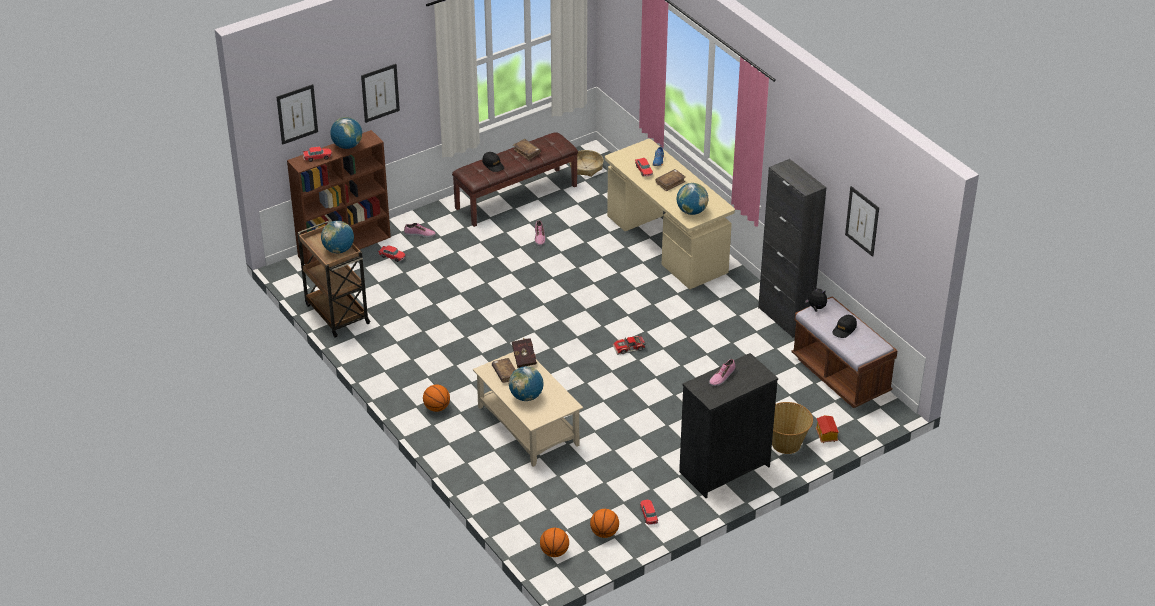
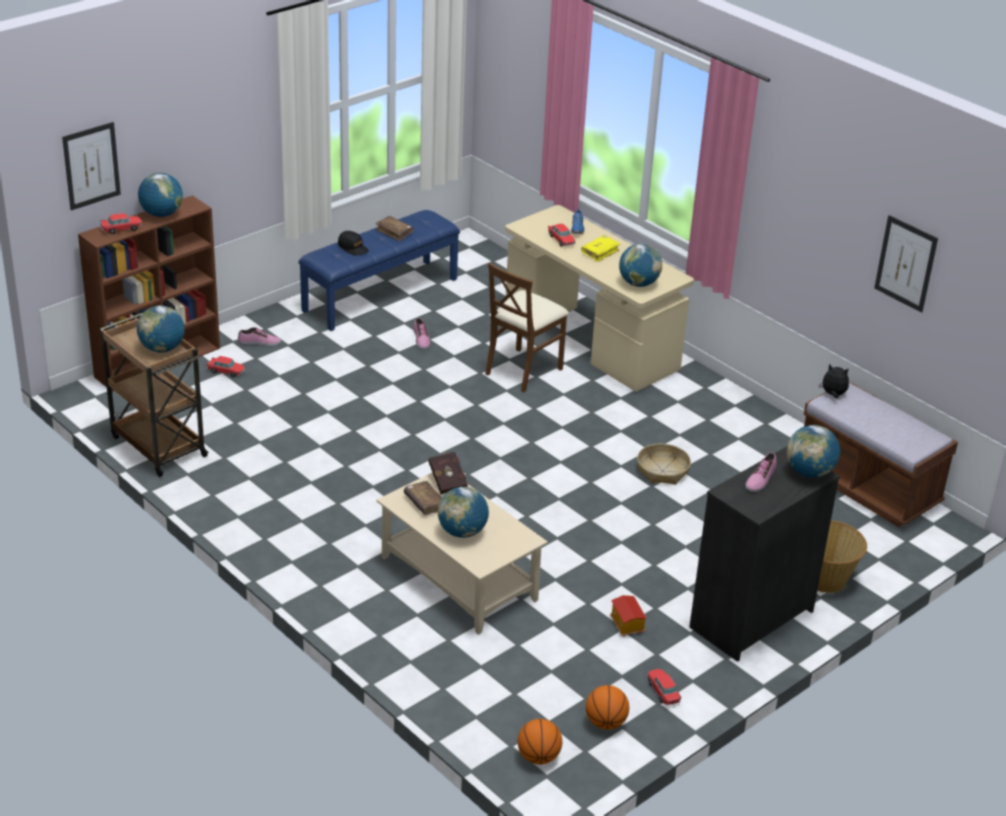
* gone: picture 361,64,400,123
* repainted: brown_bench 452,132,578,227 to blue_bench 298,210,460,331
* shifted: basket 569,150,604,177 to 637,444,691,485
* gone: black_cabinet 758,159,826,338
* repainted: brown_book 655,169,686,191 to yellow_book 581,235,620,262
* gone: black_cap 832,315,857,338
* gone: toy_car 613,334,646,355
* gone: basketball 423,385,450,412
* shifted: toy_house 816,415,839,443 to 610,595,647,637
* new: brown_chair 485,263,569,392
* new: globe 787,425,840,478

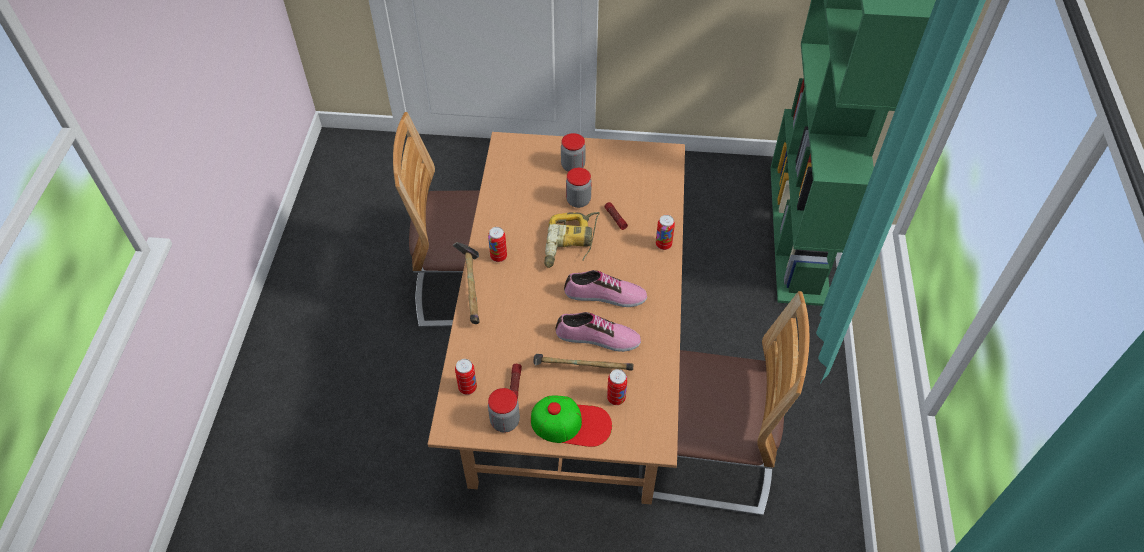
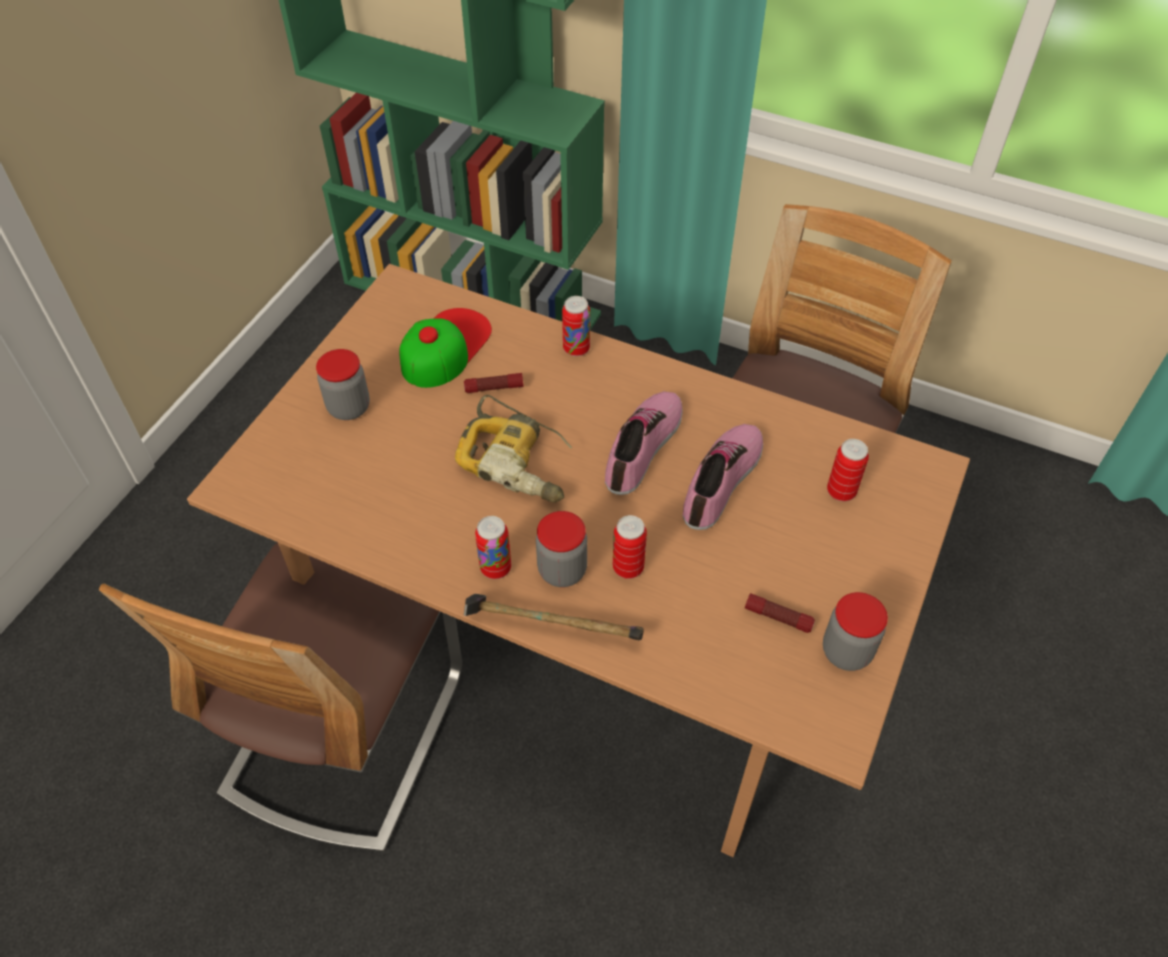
* shifted: jar 566,168,592,208 to 536,511,587,587
* gone: hammer 533,354,634,371
* shifted: can 455,359,477,395 to 613,515,647,579
* shifted: cap 531,396,612,447 to 399,308,492,388

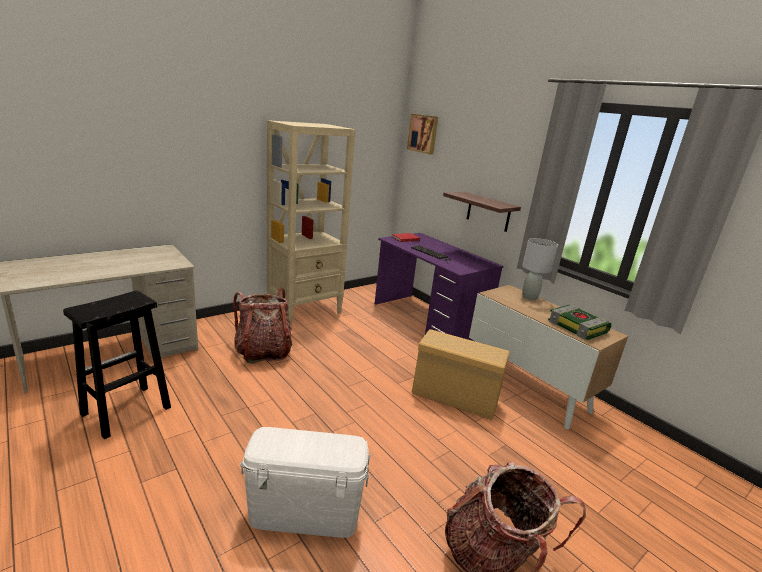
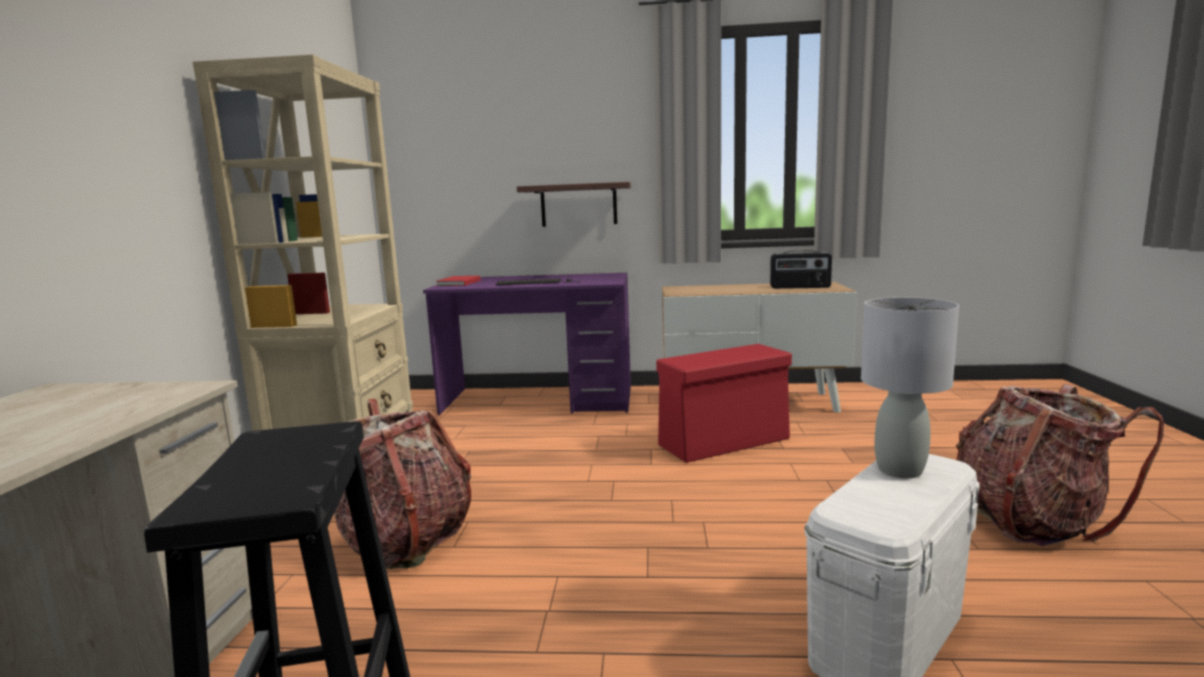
* gone: picture 407,114,438,154
* shifted: grey_table_lamp 522,238,558,301 to 861,297,959,479
* swapped: book 548,305,611,340 to radio 770,250,832,289
* repainted: beige_storage_box 412,329,510,420 to red_storage_box 656,344,792,463

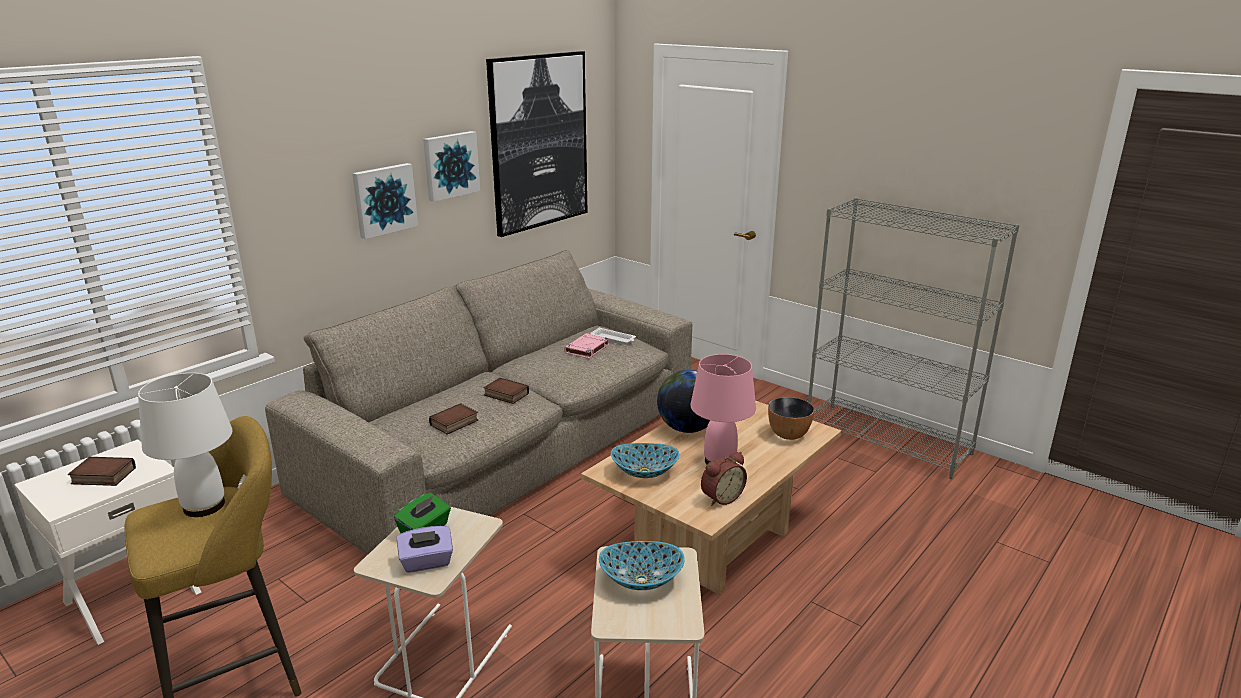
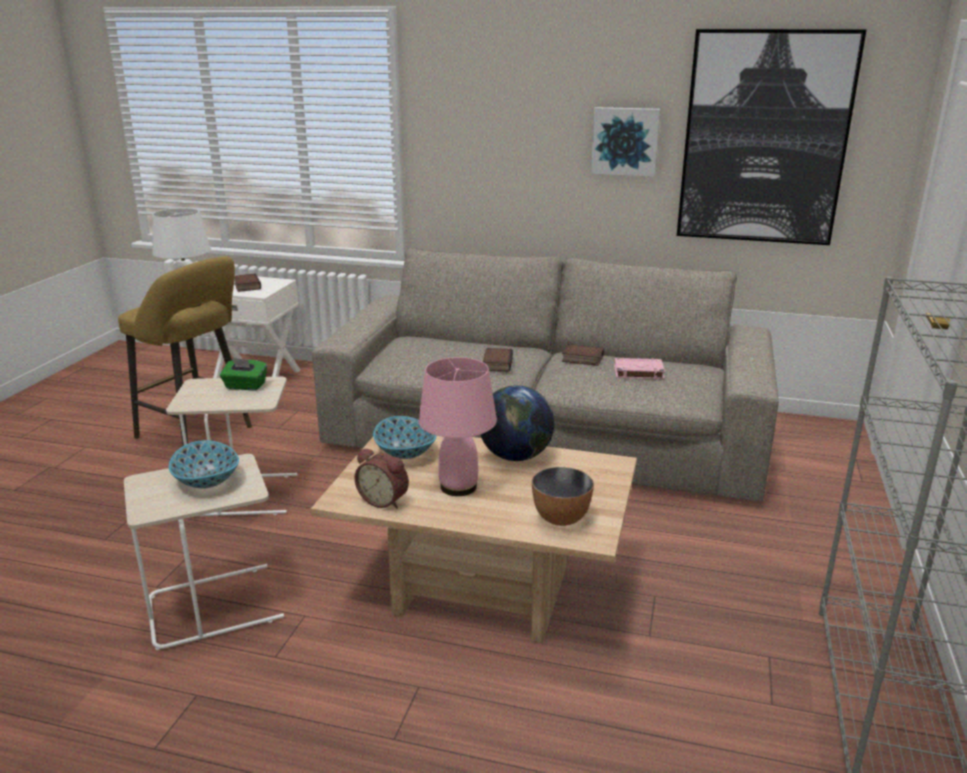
* gone: picture 352,163,418,239
* gone: white_tray 590,327,636,345
* shifted: book 429,403,478,434 to 562,344,604,366
* gone: purple_tissue_box 396,526,453,573

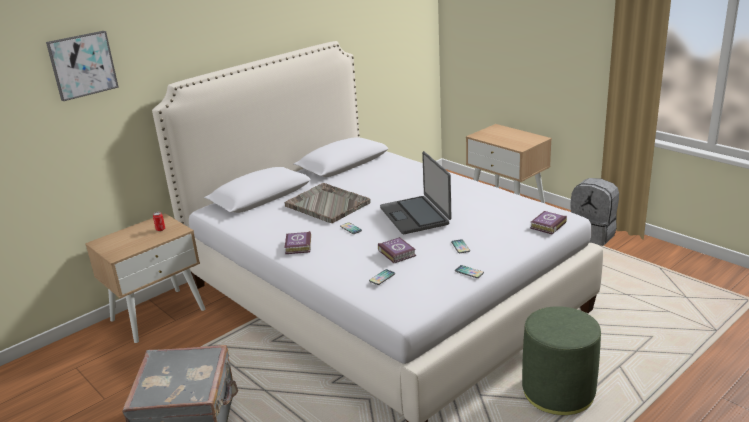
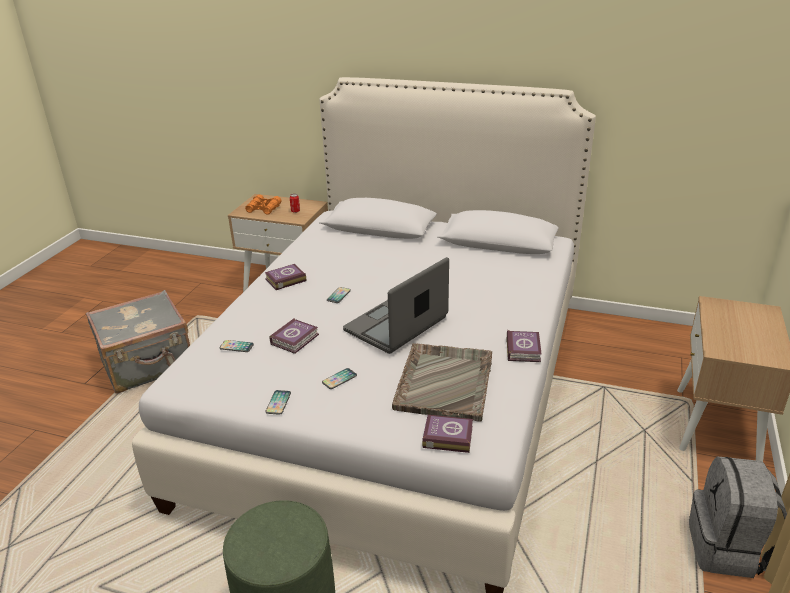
* gone: picture 46,31,119,101
* shifted: grey_tray 285,183,370,223 to 392,343,492,422
* new: orange_binoculars 245,194,281,215
* new: book 506,330,542,362

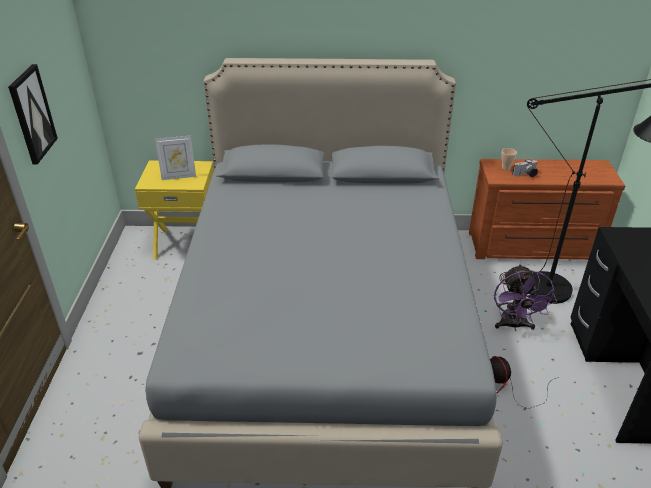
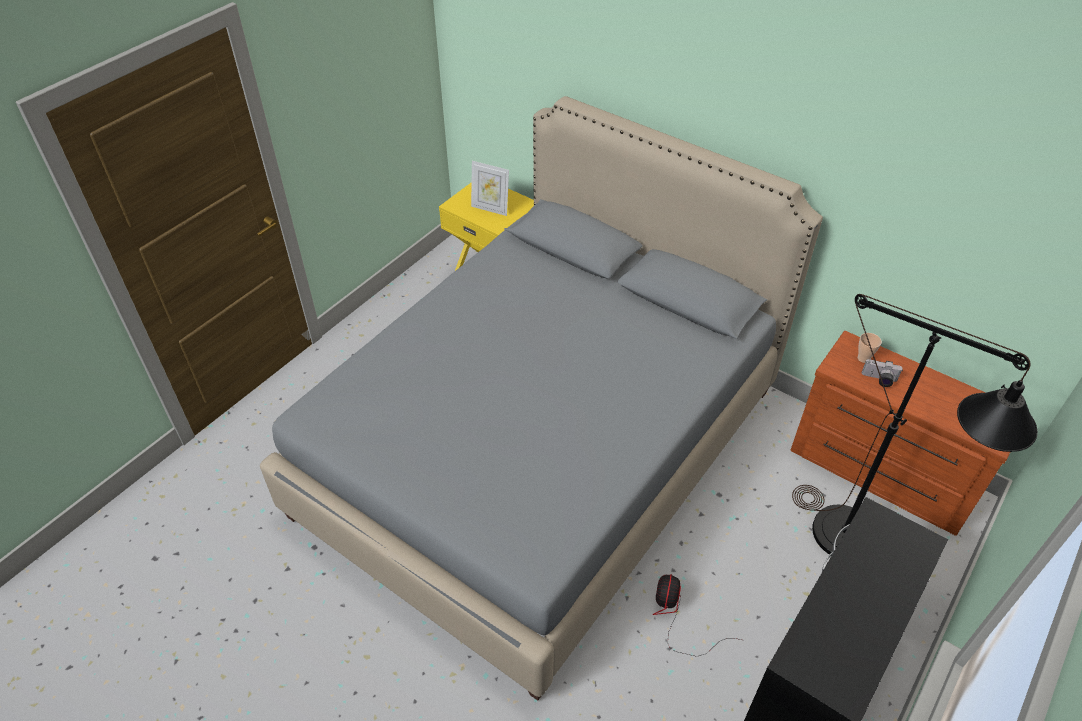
* gone: picture 8,64,58,164
* gone: purple_fan 494,264,557,331

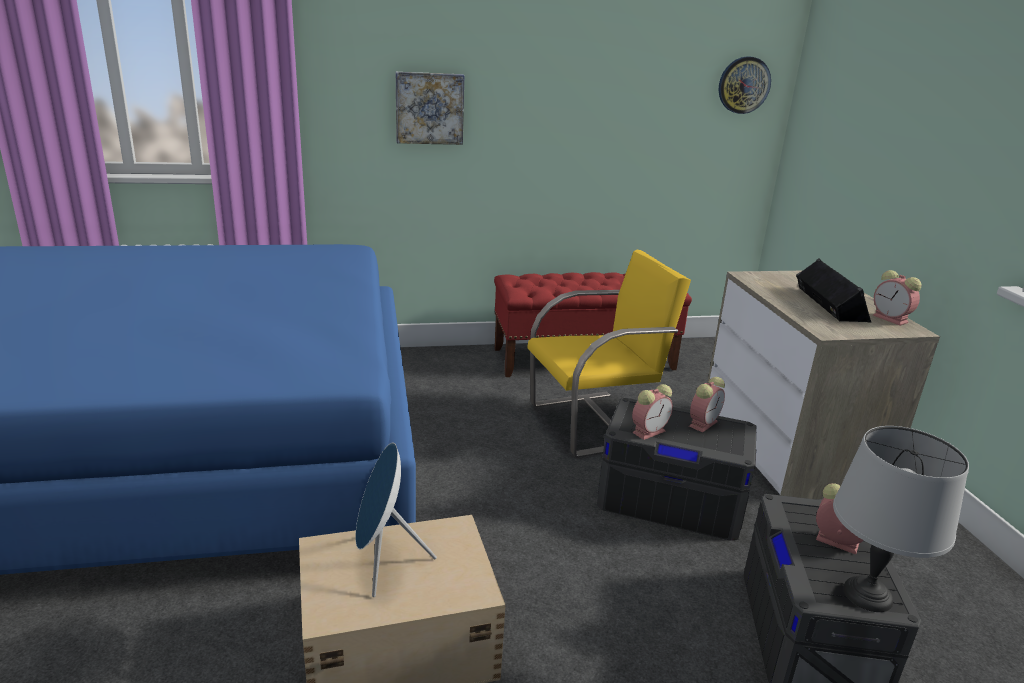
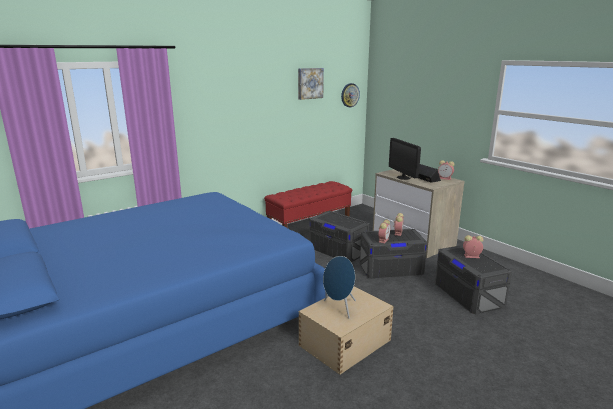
* shifted: picture 396,72,465,145 to 298,68,324,100
* swapped: yellow_chair 527,249,691,458 to grey_storage_box 309,211,369,262
* gone: grey_table_lamp 833,426,969,612
* new: monitor 389,138,421,180

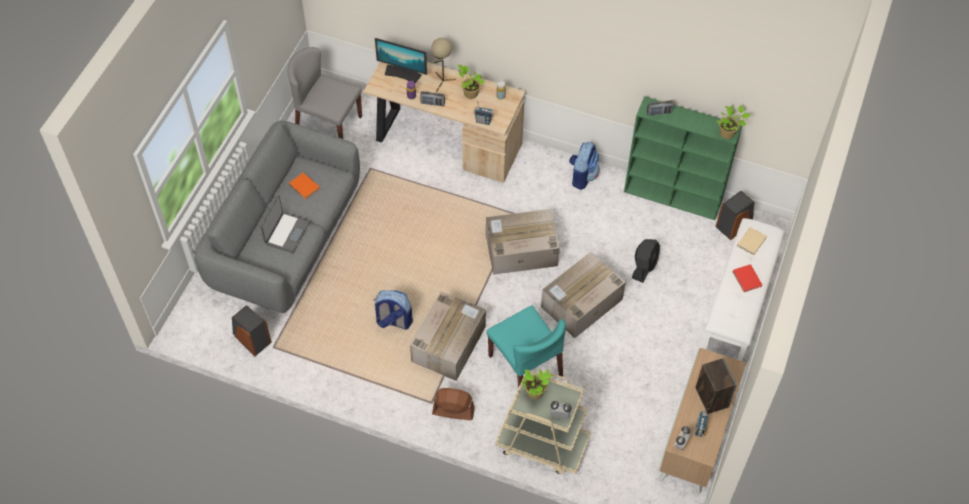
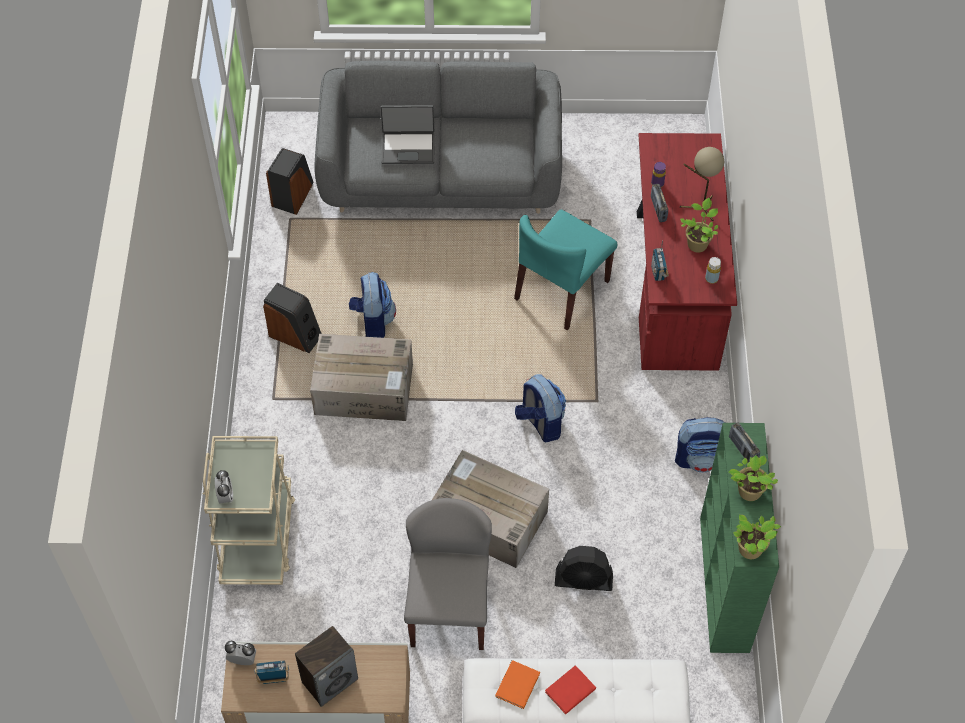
* gone: monitor 375,38,427,83
* shifted: grey_chair 288,47,362,139 to 404,498,492,650
* repainted: beige_desk 363,62,526,183 to red_desk 637,133,737,371
* shifted: orange_book 289,173,320,199 to 495,660,540,709
* shifted: speaker 716,191,755,240 to 263,283,322,353
* swapped: cardboard_box 486,209,560,275 to backpack 515,374,566,442
* gone: beige_book 737,227,767,255
* shifted: turquoise_chair 487,306,566,388 to 514,210,617,330
* shifted: potted_plant 521,369,552,399 to 729,455,778,501
* gone: brown_fan 432,388,475,420

